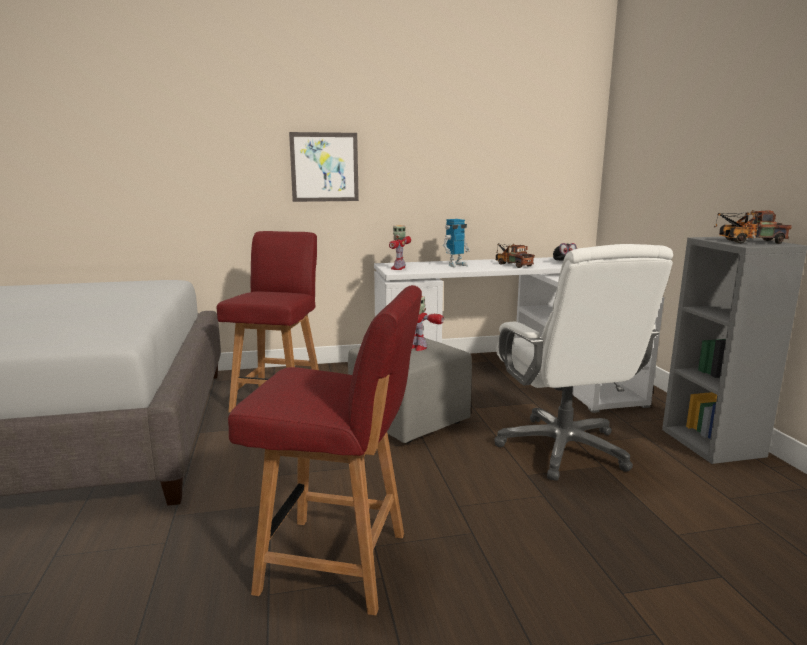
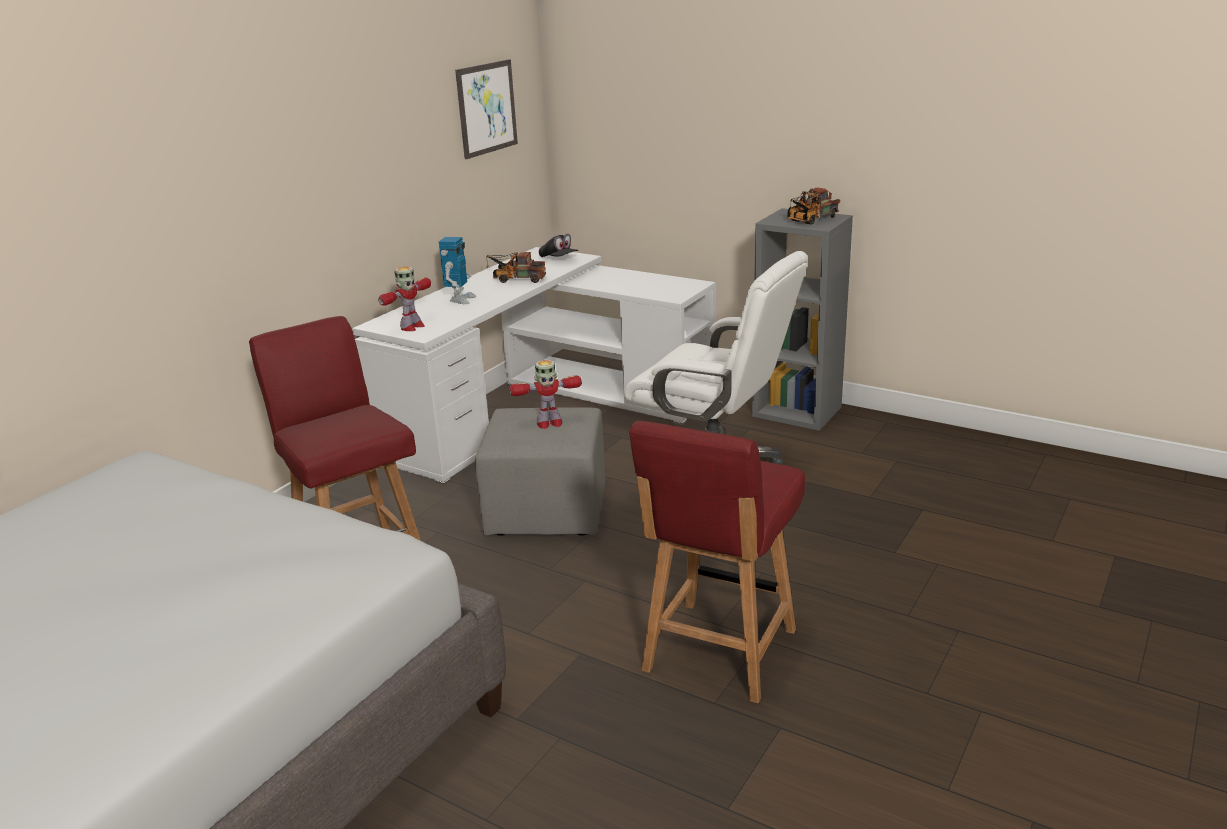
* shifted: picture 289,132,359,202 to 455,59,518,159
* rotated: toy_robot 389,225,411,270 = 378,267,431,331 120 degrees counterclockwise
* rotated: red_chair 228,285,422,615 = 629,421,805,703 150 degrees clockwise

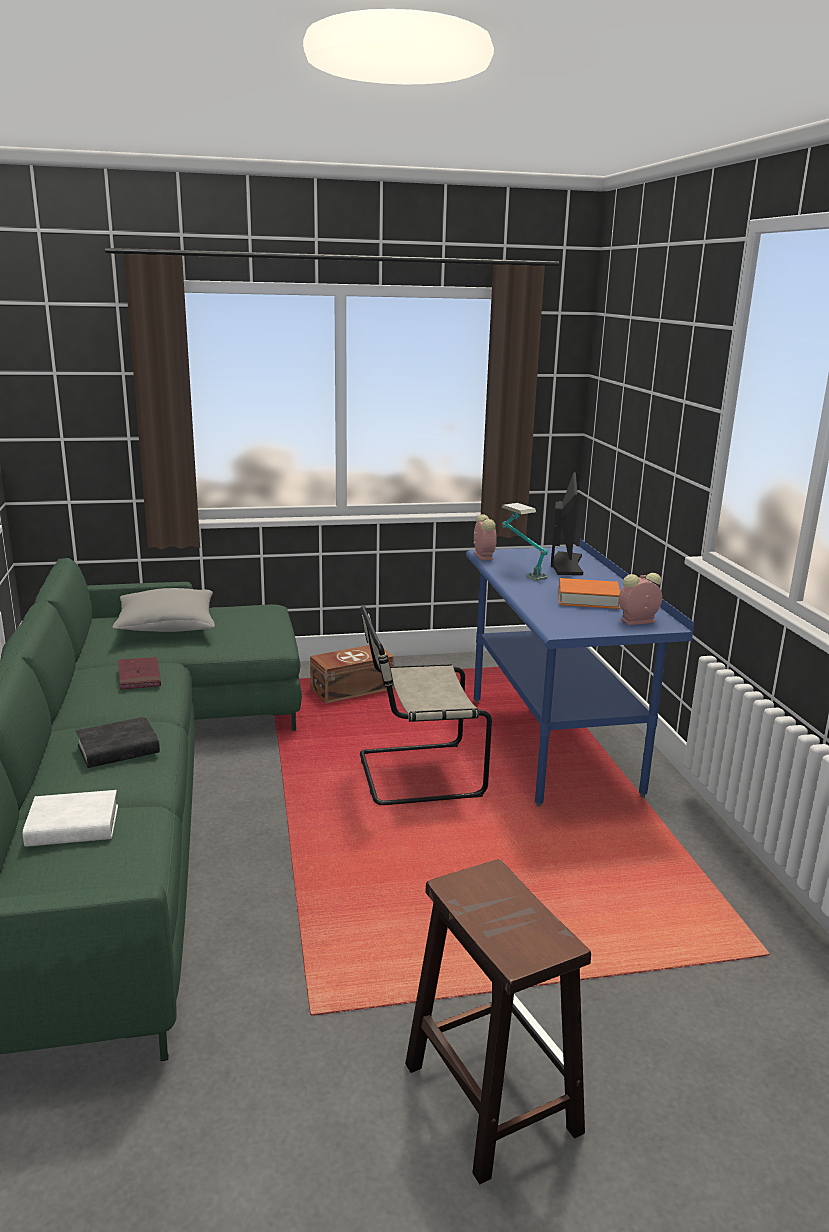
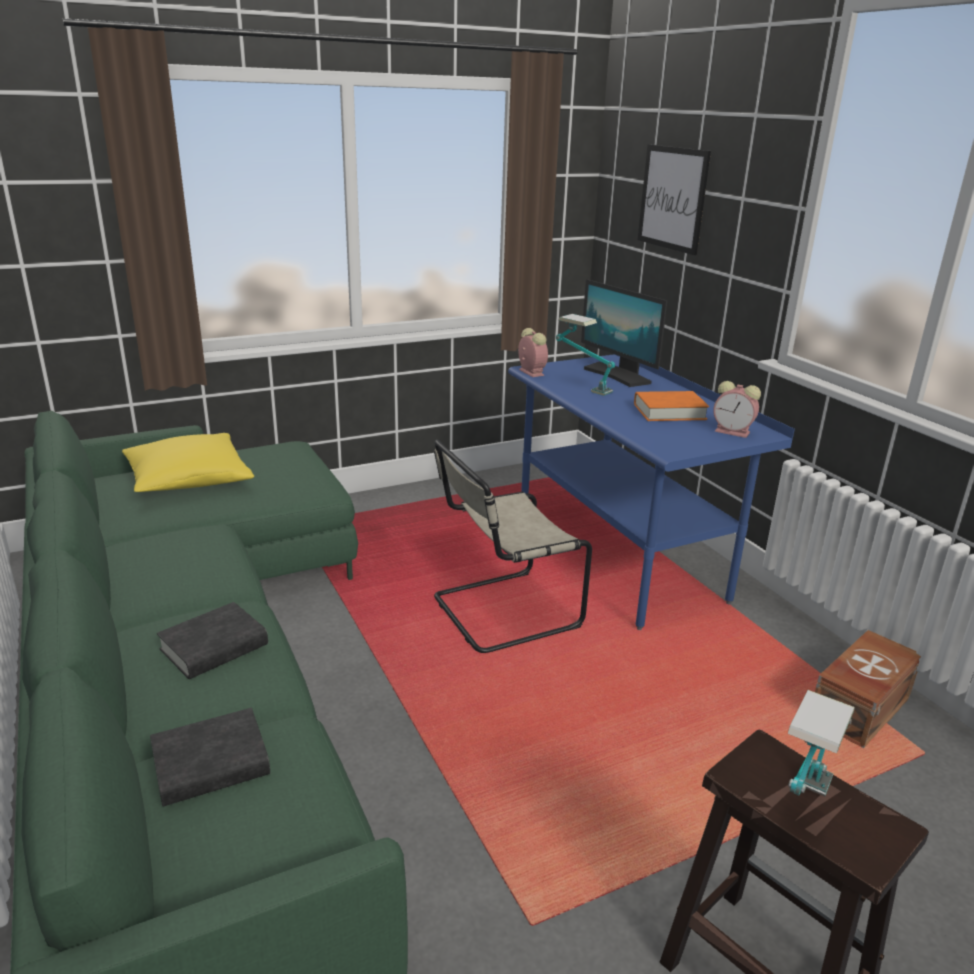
* rotated: monitor 551,472,583,575 = 581,279,667,387 150 degrees clockwise
* rotated: alarm_clock 619,573,662,625 = 713,381,761,438 120 degrees counterclockwise
* repainted: grey_pillow 112,588,215,632 to yellow_pillow 122,433,254,492
* shifted: brown_storage_box 310,645,394,703 to 815,630,921,748
* gone: red_book 118,657,161,690
* repainted: white_book 23,790,118,847 to black_book 150,708,270,807
* new: picture 638,144,711,255
* new: table_lamp 788,690,855,797

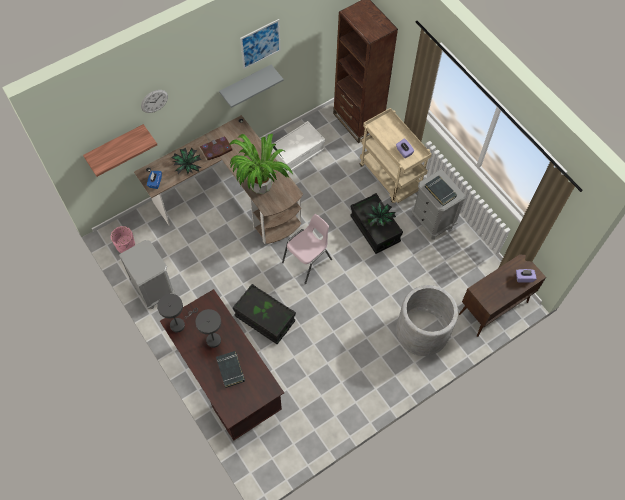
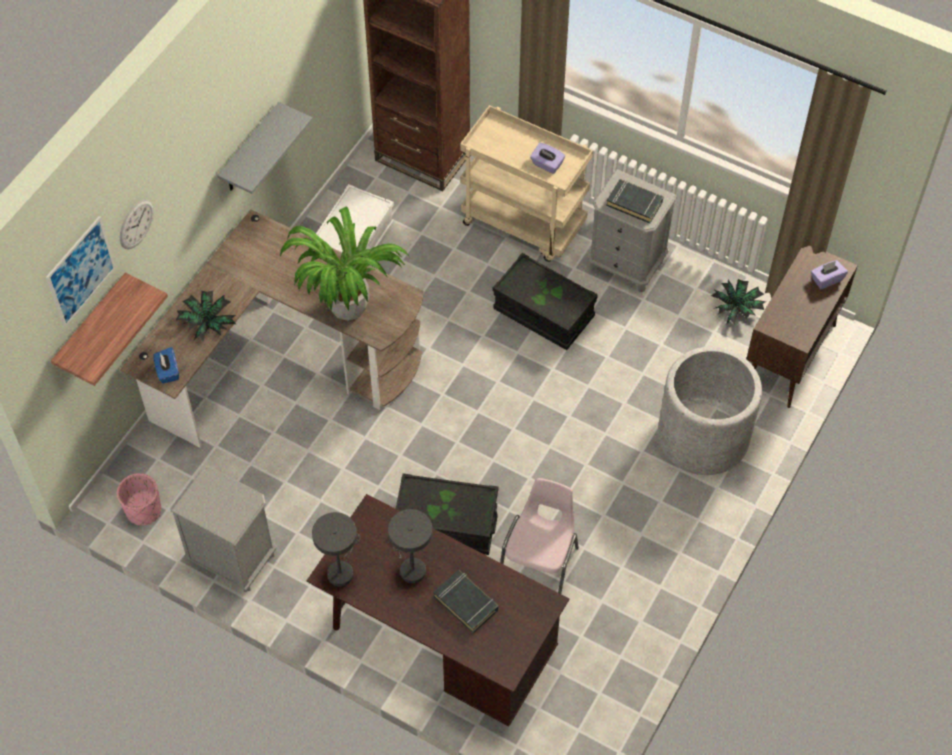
* shifted: picture 240,19,281,69 to 46,216,116,327
* gone: book 200,136,233,161
* shifted: potted_plant 365,201,396,227 to 711,279,766,325
* shifted: pink_chair 282,214,332,284 to 500,478,579,594

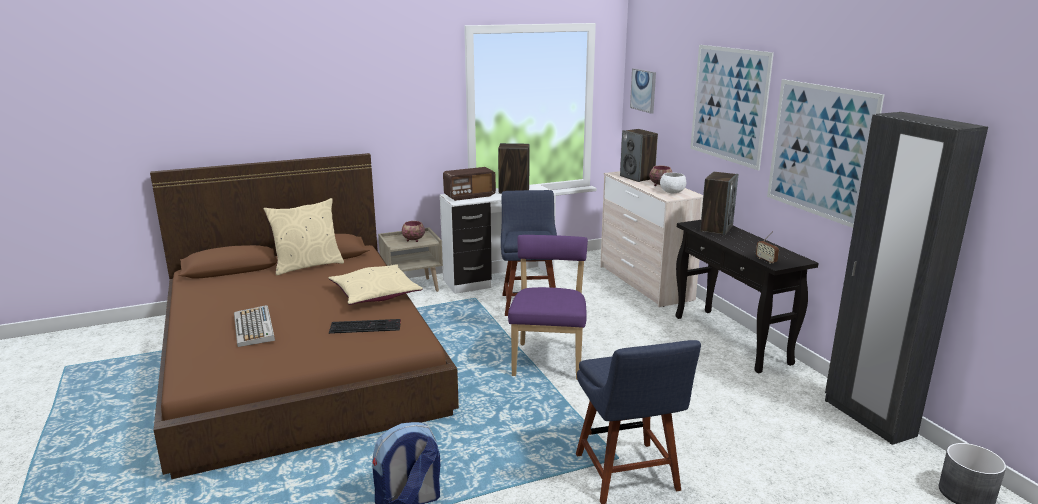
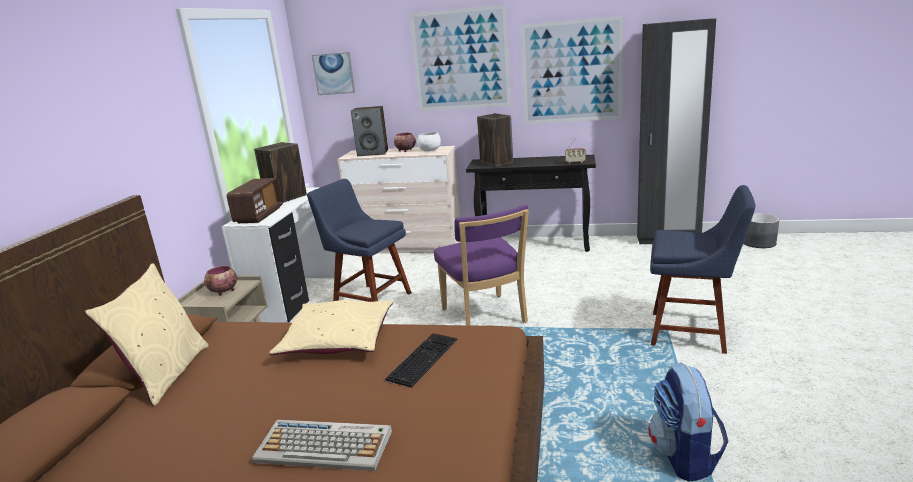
* rotated: purple_chair 508,235,588,380 = 434,205,529,326 150 degrees counterclockwise

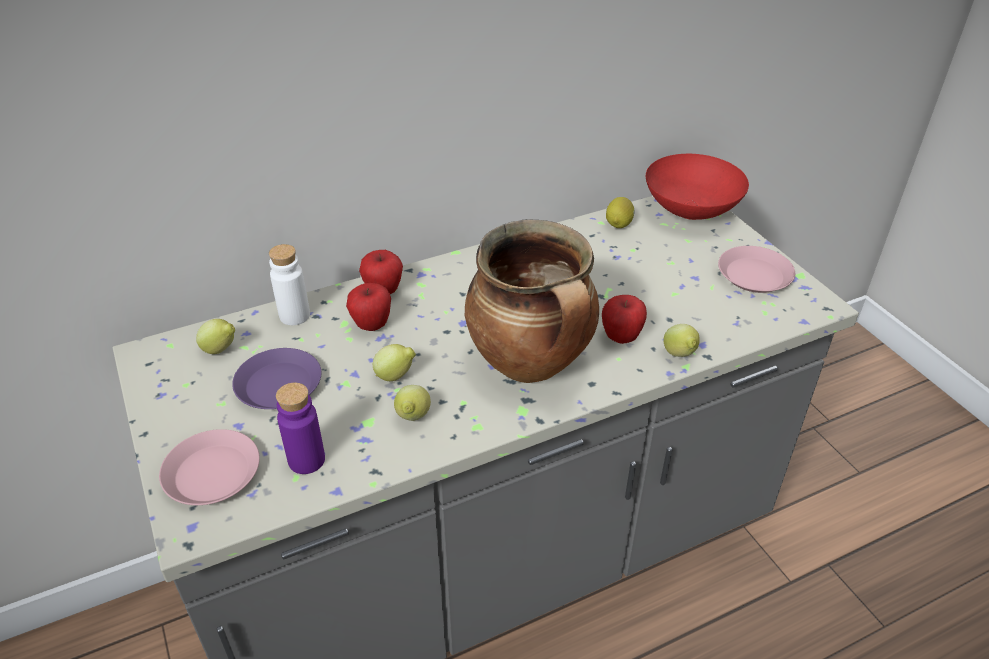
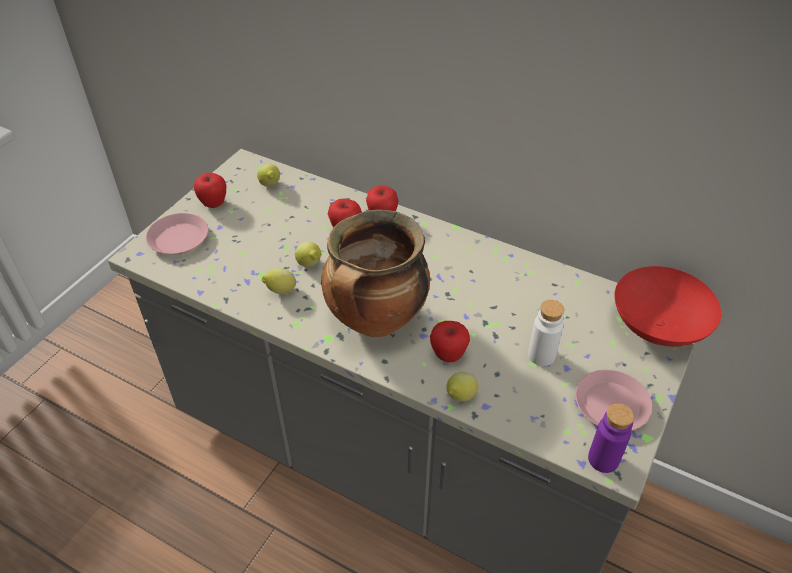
* gone: lemon 606,197,635,228
* shifted: white_bottle 269,244,310,325 to 528,300,564,366
* gone: purple_plate 232,348,321,409
* shifted: purple_bottle 276,383,325,474 to 588,403,634,473
* new: apple 194,173,226,208

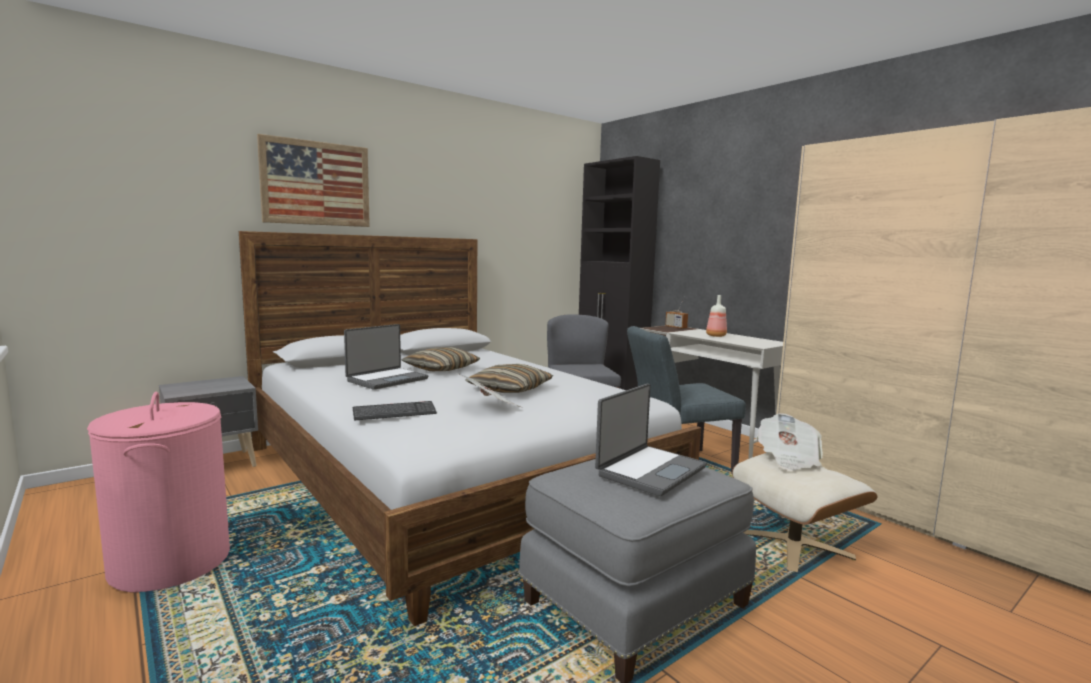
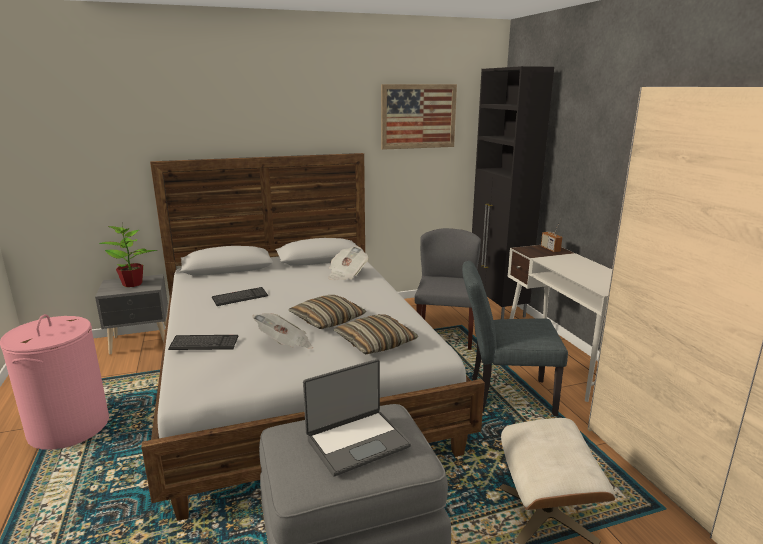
* shifted: picture 257,134,370,227 to 381,84,457,150
* gone: bottle 706,295,727,337
* swapped: laptop 344,324,428,390 to keyboard 212,287,268,306
* shifted: pillow 402,347,480,371 to 334,314,418,355
* shifted: newspaper 757,413,823,471 to 328,246,368,280
* new: potted_plant 99,226,158,287

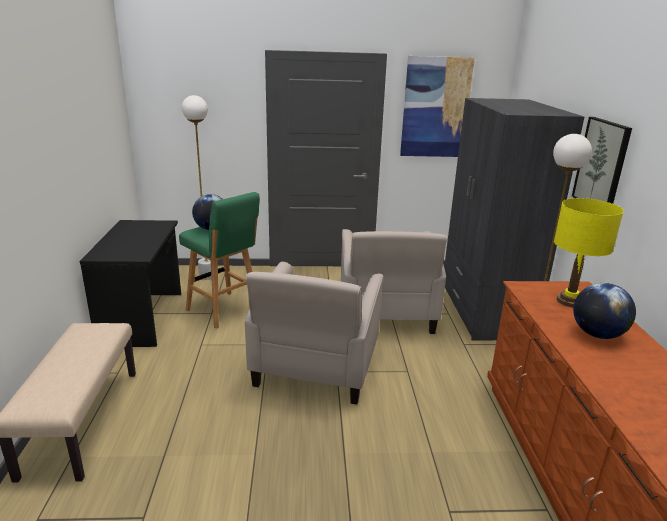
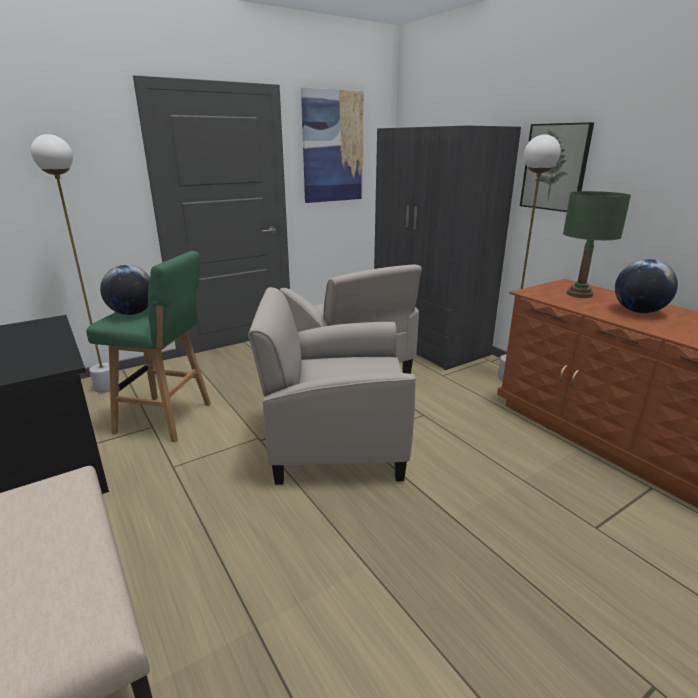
* repainted: yellow_table_lamp 554,198,624,307 to green_table_lamp 563,191,631,298
* rotated: beige_armchair 245,262,383,405 = 248,287,416,485 105 degrees clockwise

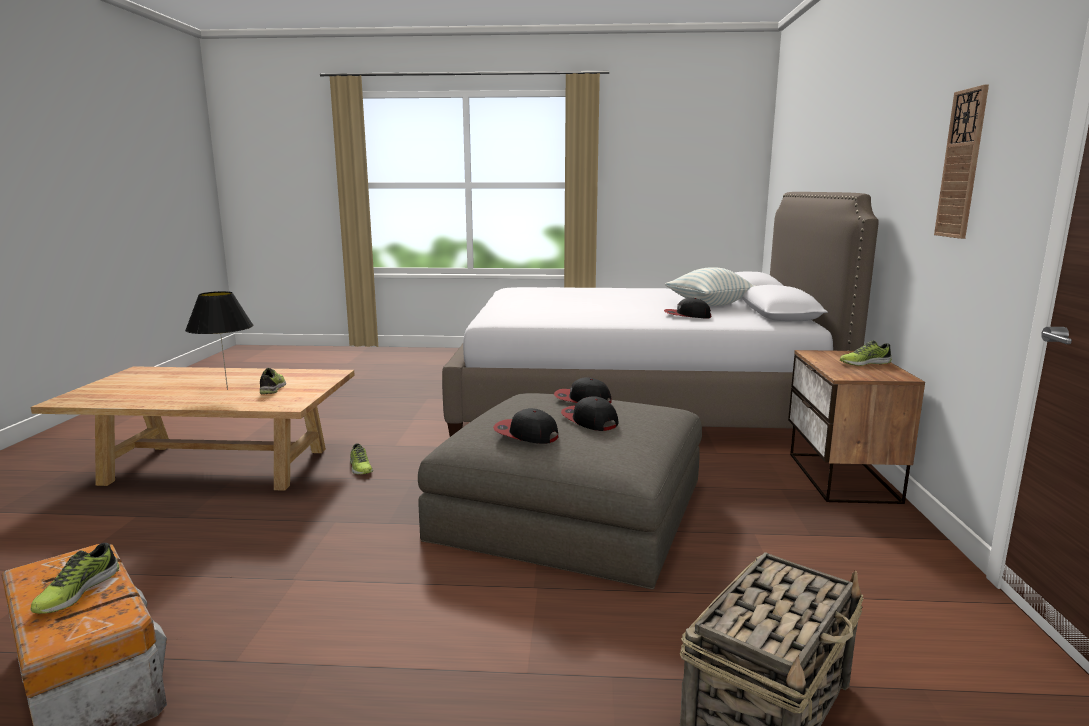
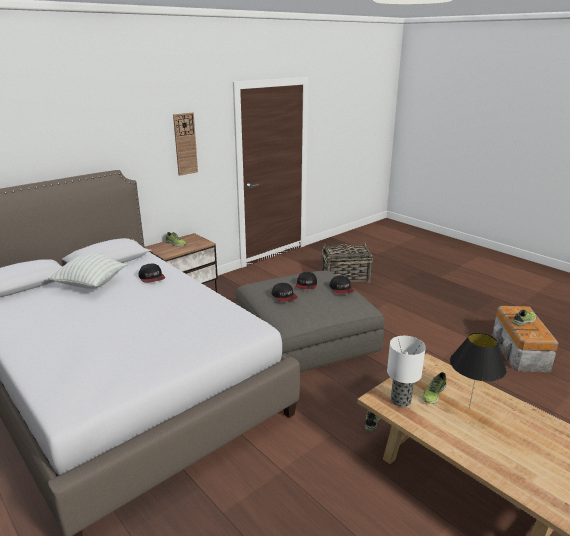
* new: table_lamp 387,336,426,407

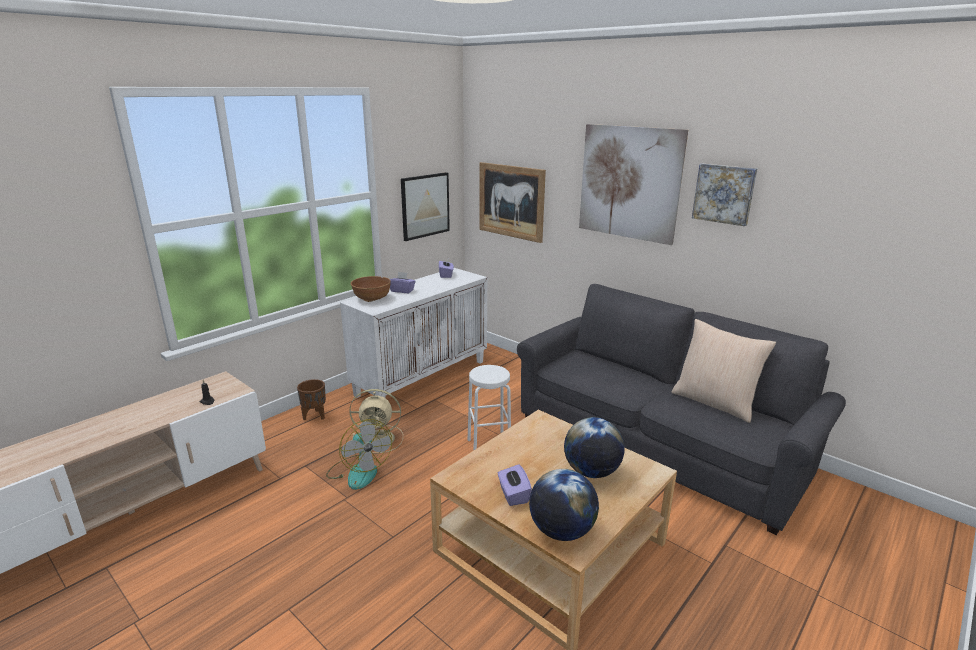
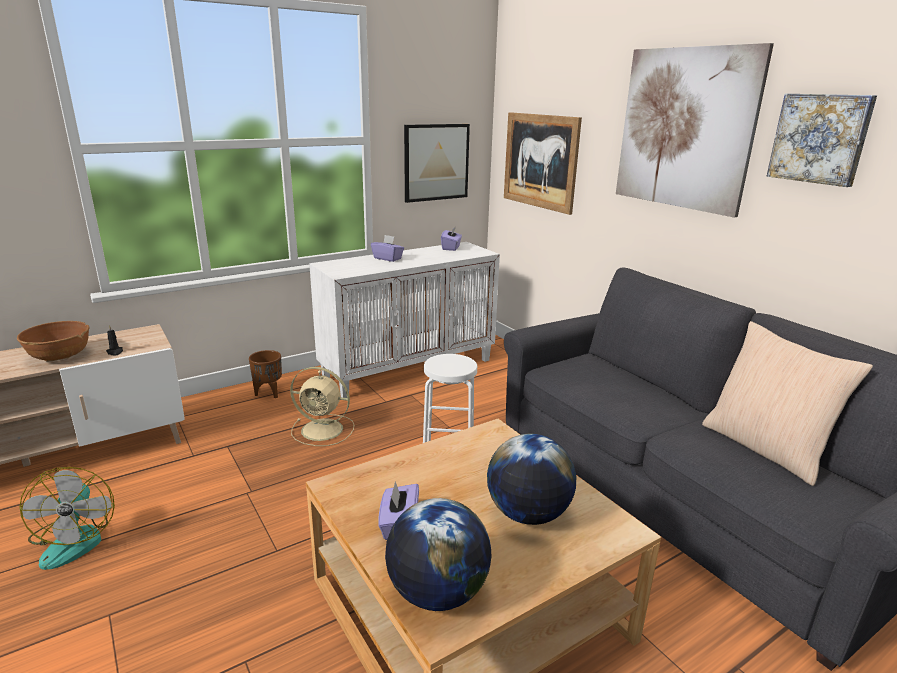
* shifted: brown_bowl 351,276,391,302 to 17,321,89,361
* shifted: fan 326,419,392,490 to 19,467,115,570

